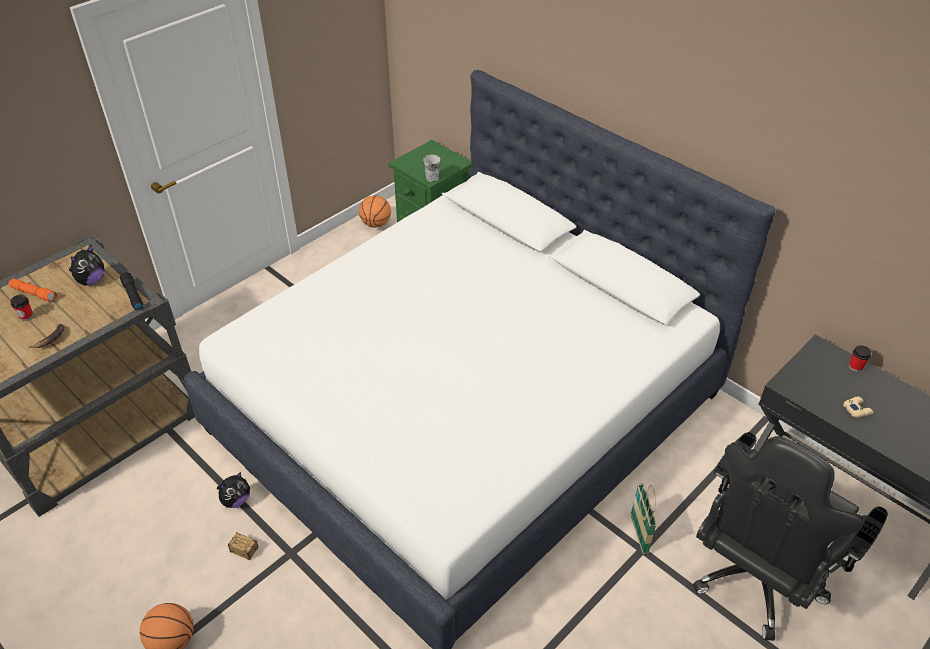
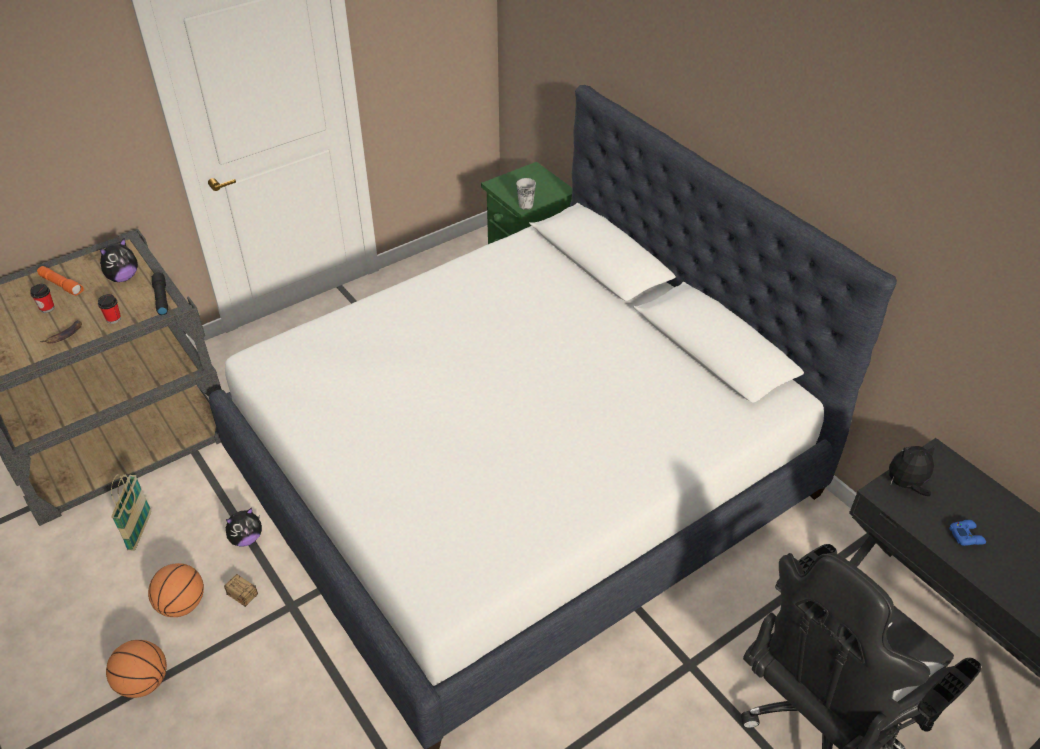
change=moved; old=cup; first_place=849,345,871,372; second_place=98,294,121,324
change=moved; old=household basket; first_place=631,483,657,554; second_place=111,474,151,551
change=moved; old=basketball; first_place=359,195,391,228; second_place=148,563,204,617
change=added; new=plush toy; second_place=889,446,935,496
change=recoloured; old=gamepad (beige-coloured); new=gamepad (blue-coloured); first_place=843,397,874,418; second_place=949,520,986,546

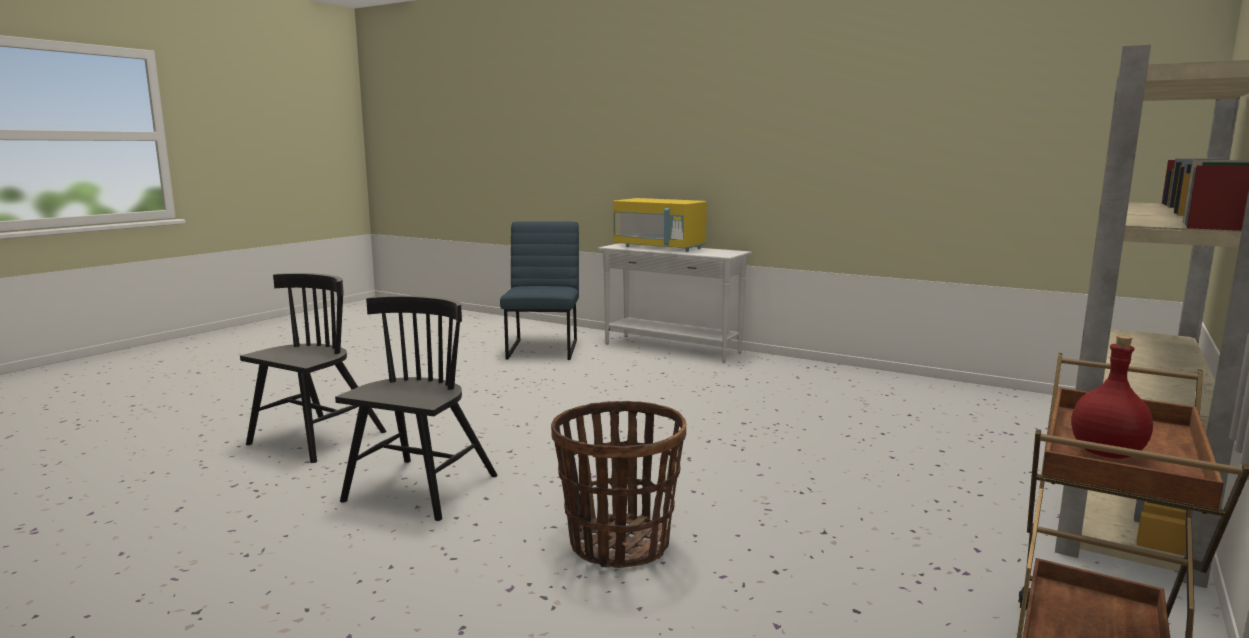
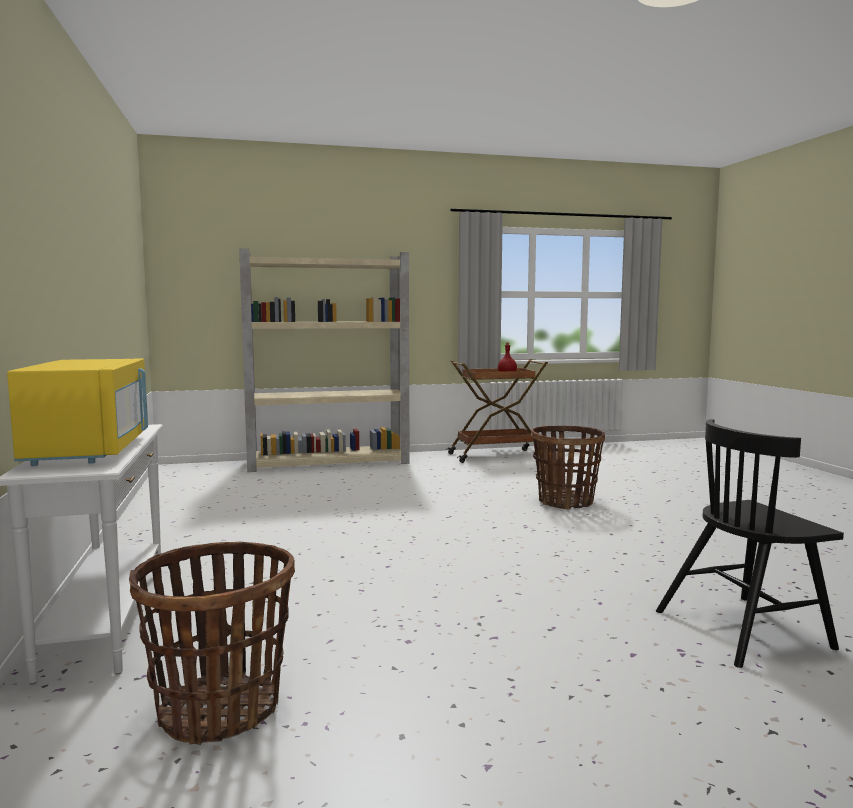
change=replaced; old=plain chair (blue-coloured); new=household basket; first_place=500,221,579,360; second_place=129,542,295,745
change=removed; old=plain chair (black-coloured); first_place=335,295,498,521

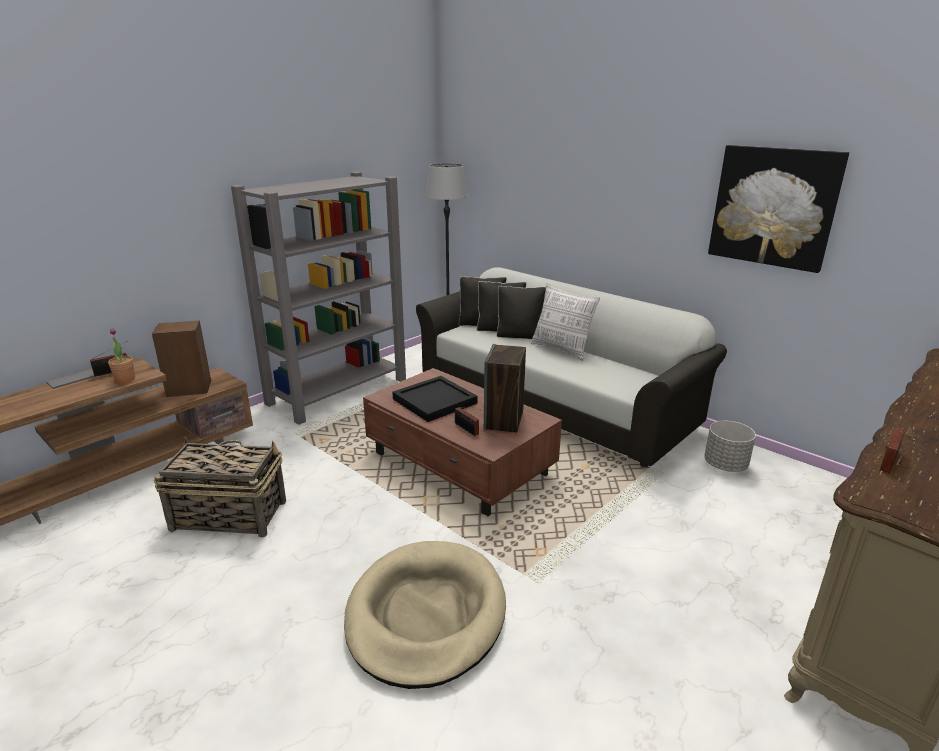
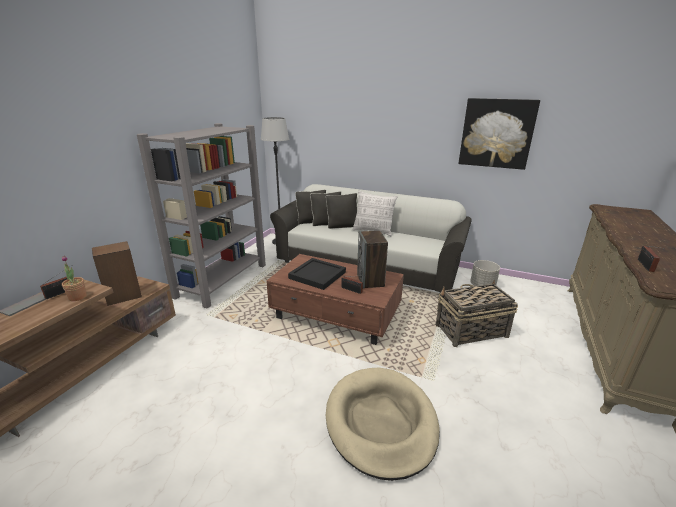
change=moved; old=household basket; first_place=154,437,286,538; second_place=436,280,518,347

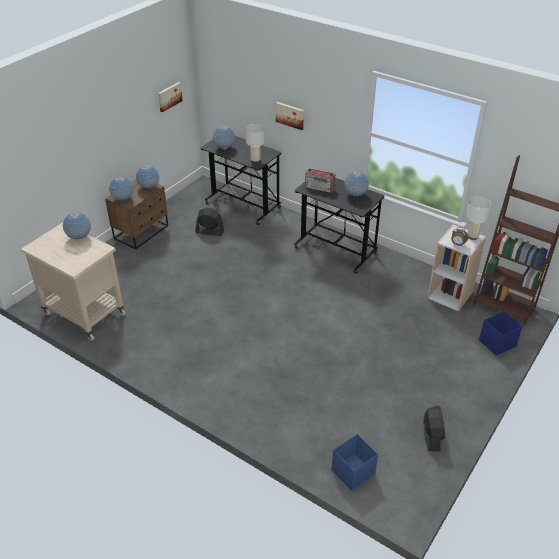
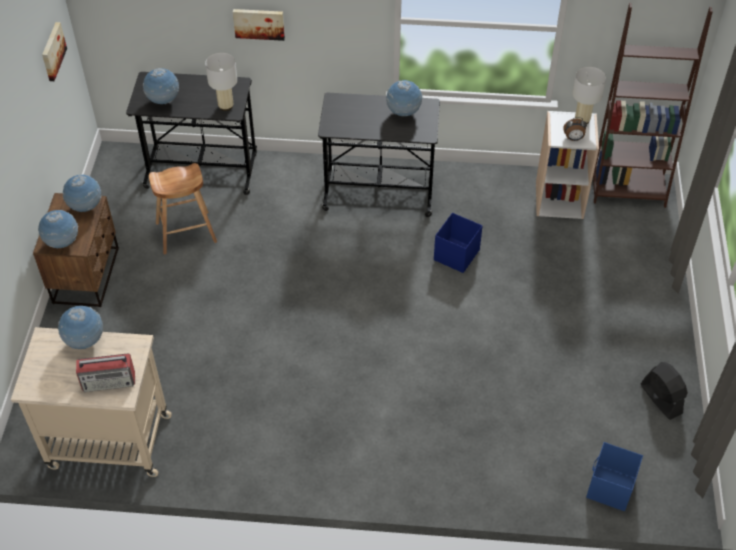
change=moved; old=radio receiver; first_place=305,168,335,193; second_place=76,353,135,392
change=replaced; old=cooling fan (black-coloured); new=sitting stool (brown-coloured); first_place=195,208,224,236; second_place=149,163,217,254
change=moved; old=storage box (blue-coloured); first_place=479,311,523,356; second_place=434,213,482,273

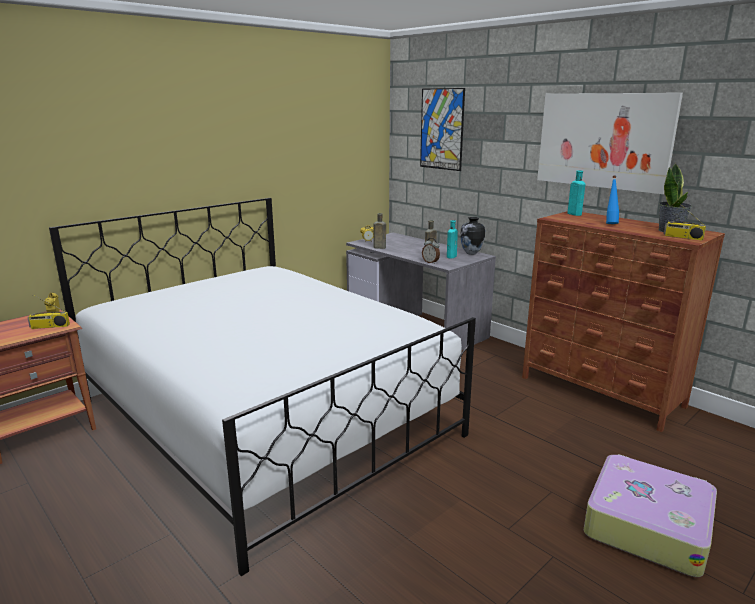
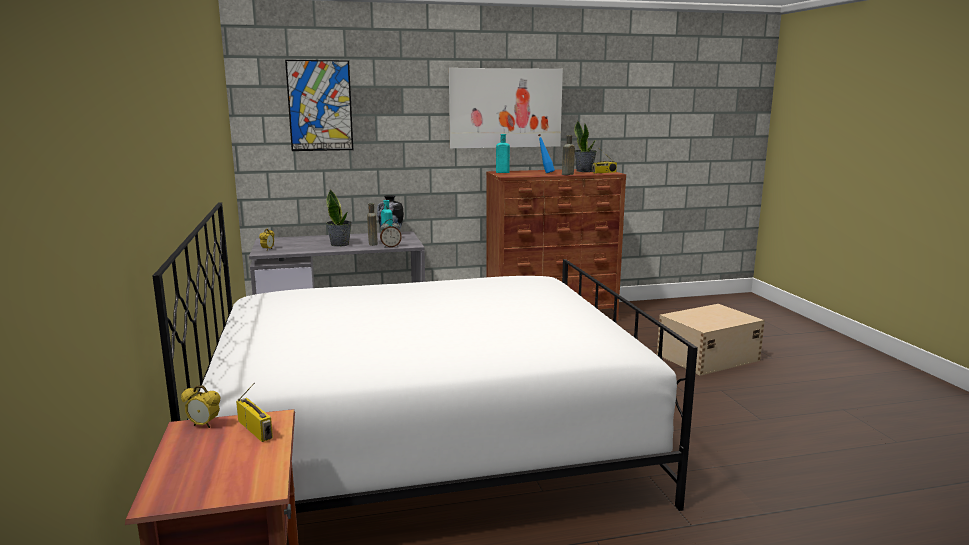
change=turned; old=radio receiver; first_place=28,295,70,329; second_place=236,382,273,442; degrees=-60
change=added; new=plant in a pot; second_place=326,190,352,247
change=moved; old=drink bottle (brown-coloured); first_place=373,213,386,249; second_place=562,135,575,175
change=replaced; old=piece of luggage; new=storage box (beige-coloured); first_place=584,454,717,577; second_place=657,304,765,376

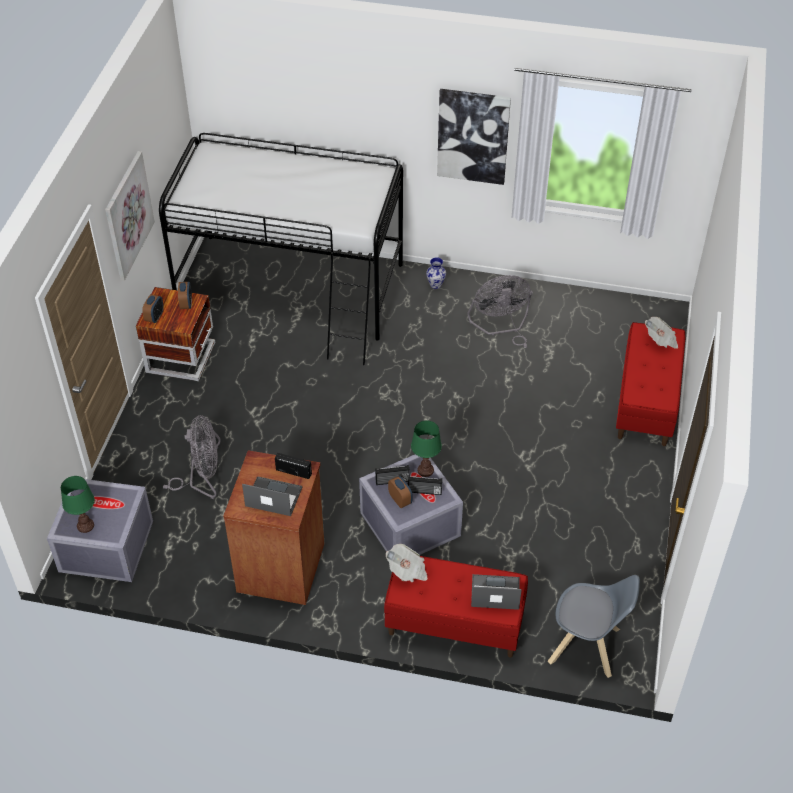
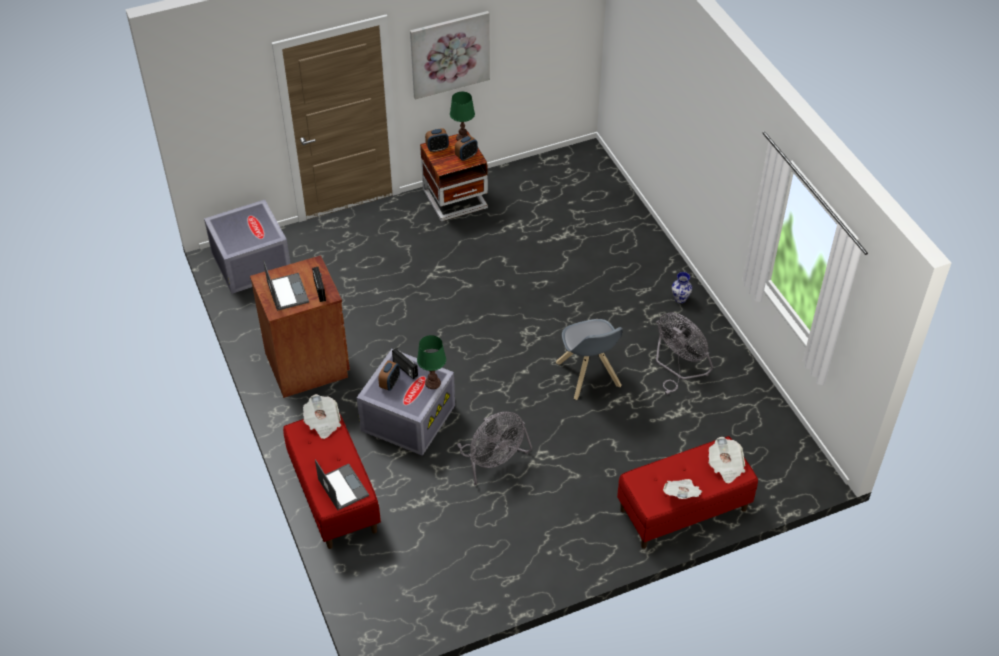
change=moved; old=tabletop lamp (green-coloured); first_place=61,476,95,533; second_place=450,92,475,141
change=moved; old=cooling fan (gray); first_place=163,415,221,499; second_place=457,412,532,486
change=moved; old=plain chair (gray); first_place=548,575,640,678; second_place=556,319,623,400
change=added; new=daily paper; second_place=663,479,702,499
change=removed; old=bed (black-coloured); first_place=159,133,403,365
change=removed; old=radio receiver; first_place=408,476,442,495
change=removed; old=wall art; first_place=437,89,511,185

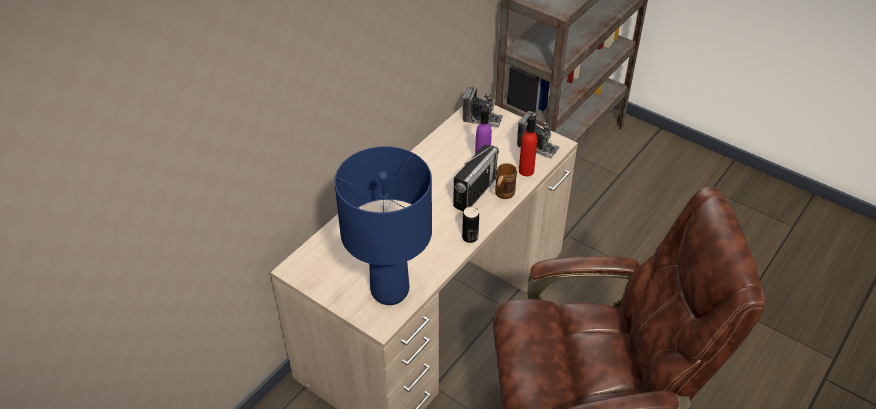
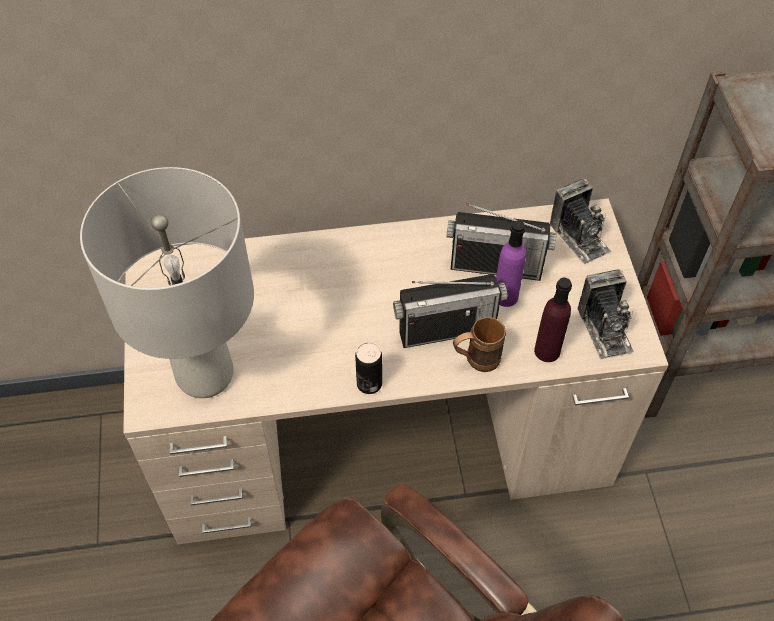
change=recoloured; old=tabletop lamp (blue-coloured); new=tabletop lamp (gray); first_place=334,146,432,305; second_place=80,167,254,398
change=added; new=radio receiver; second_place=446,203,557,281
change=recoloured; old=drink bottle (reddish); new=drink bottle (purple); first_place=519,116,537,176; second_place=534,278,572,362

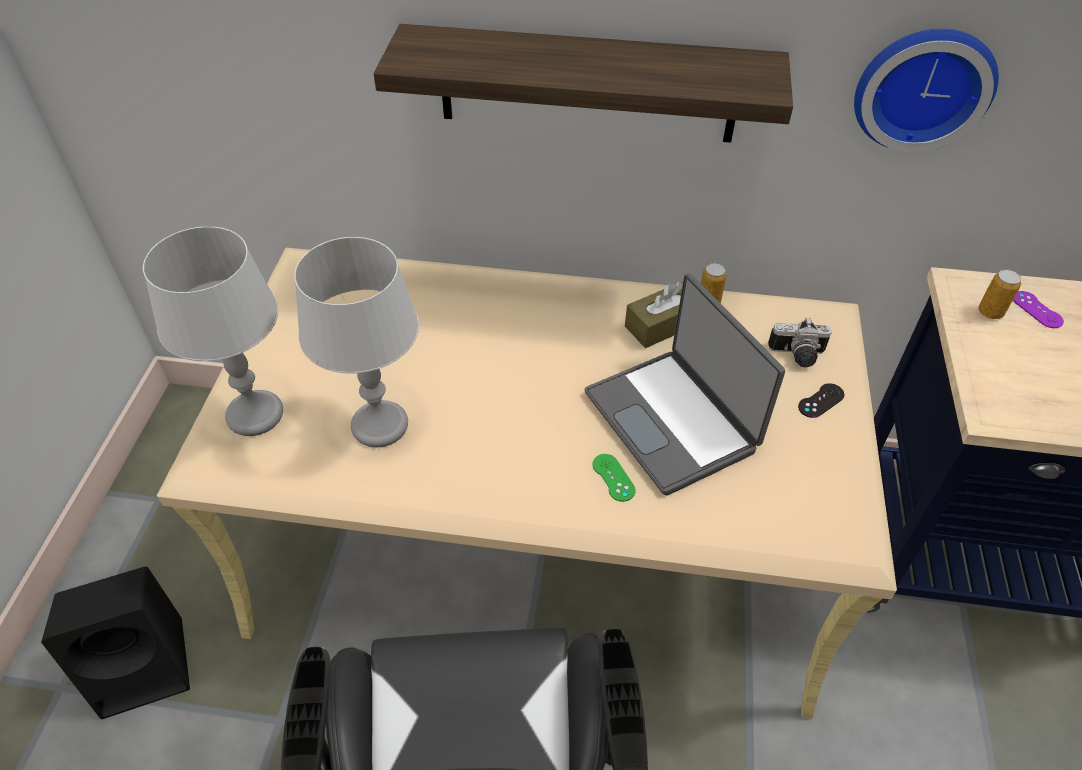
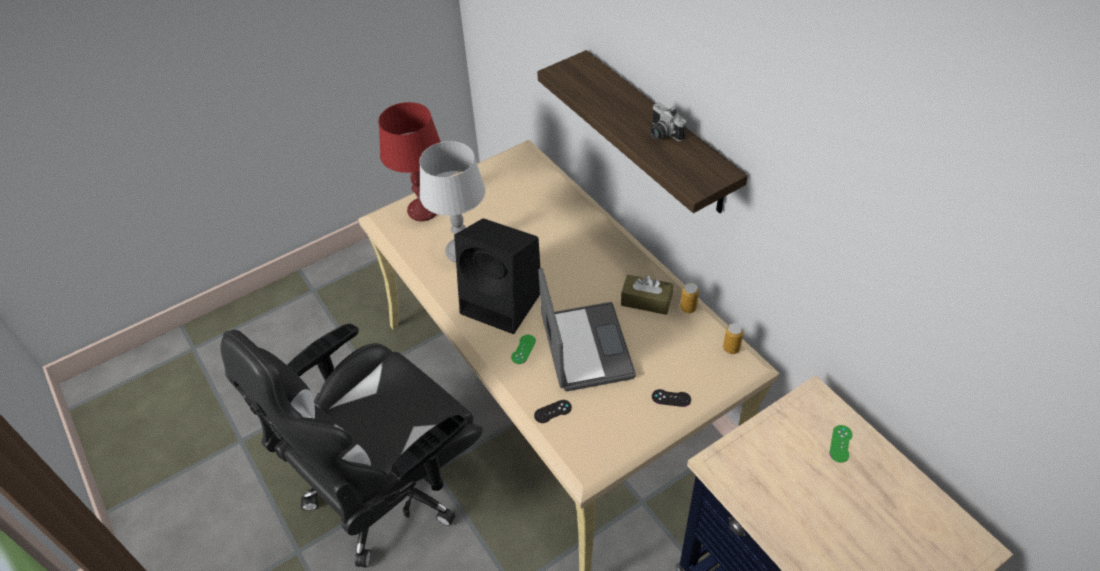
change=recoloured; old=tabletop lamp (gray); new=tabletop lamp (reddish); first_place=143,226,283,436; second_place=378,102,441,221
change=moved; old=speaker (black-coloured); first_place=41,567,190,719; second_place=454,218,540,334
change=added; new=gamepad (black-coloured); second_place=534,400,572,423
change=turned; old=laptop; first_place=585,273,785,496; second_place=538,268,636,391; degrees=150
change=moved; old=still camera; first_place=768,318,832,367; second_place=650,102,686,141
change=moved; old=metal can; first_place=979,269,1021,319; second_place=723,323,744,354
change=recoloured; old=gamepad (purple); new=gamepad (green-coloured); first_place=1013,291,1064,328; second_place=829,425,852,463
change=removed; old=clock on the wall; first_place=854,29,999,152

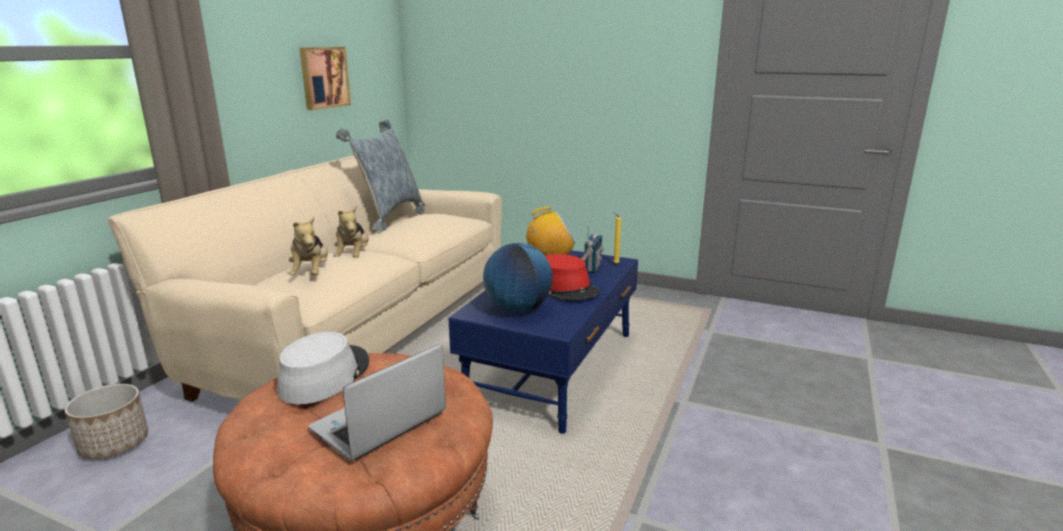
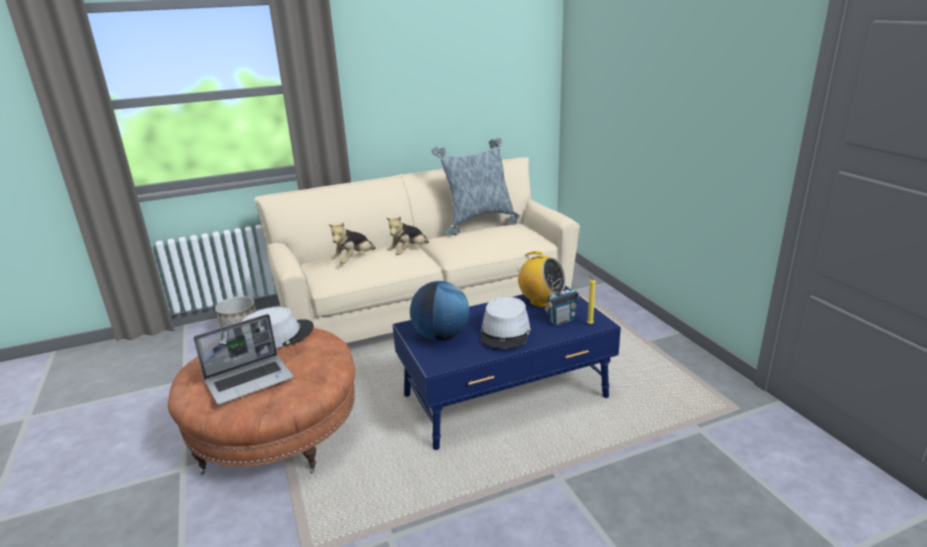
change=turned; old=laptop; first_place=308,344,446,461; second_place=194,314,294,405; degrees=150
change=recoloured; old=hat (reddish); new=hat (gray); first_place=545,254,600,300; second_place=481,297,531,349
change=removed; old=wall art; first_place=299,47,351,110

